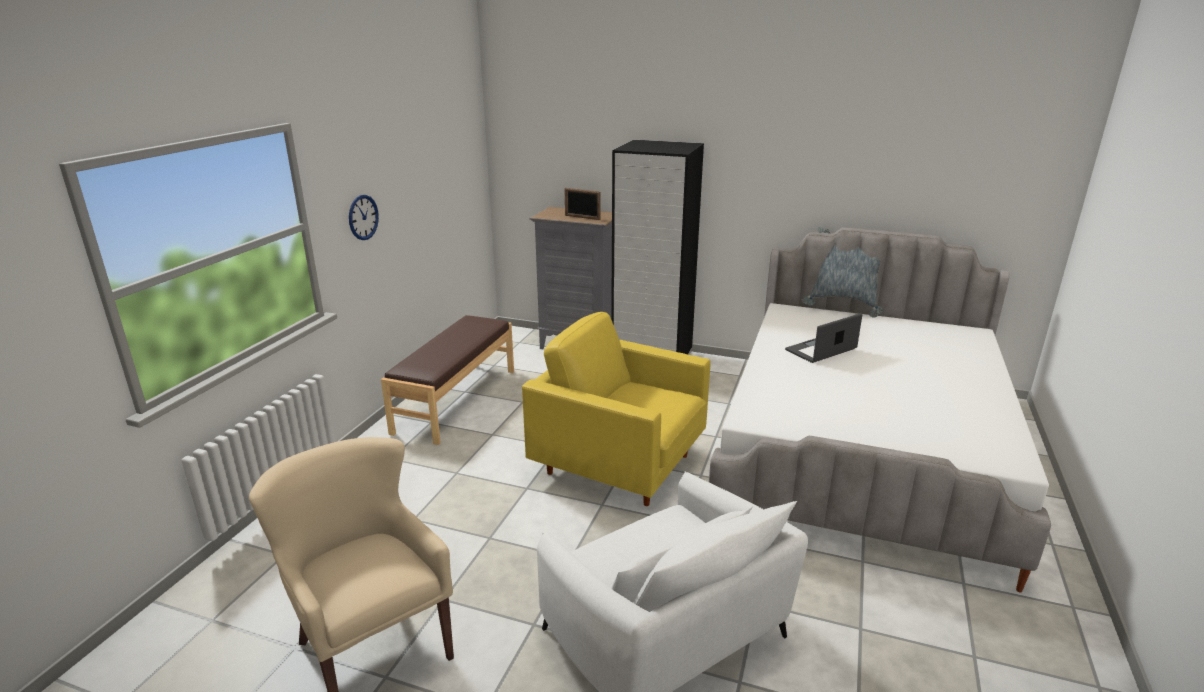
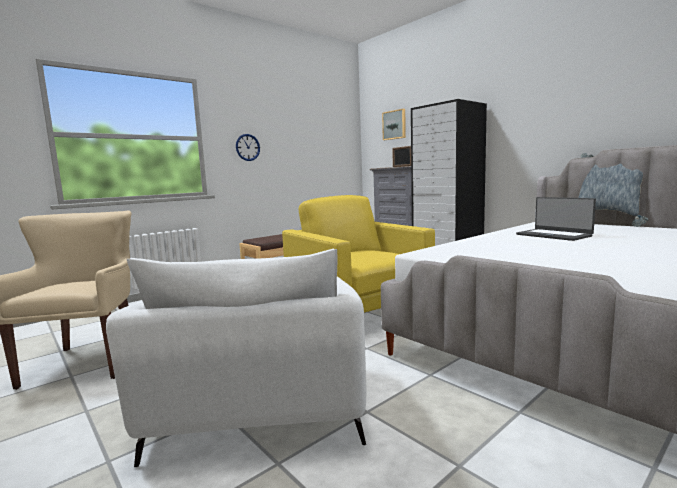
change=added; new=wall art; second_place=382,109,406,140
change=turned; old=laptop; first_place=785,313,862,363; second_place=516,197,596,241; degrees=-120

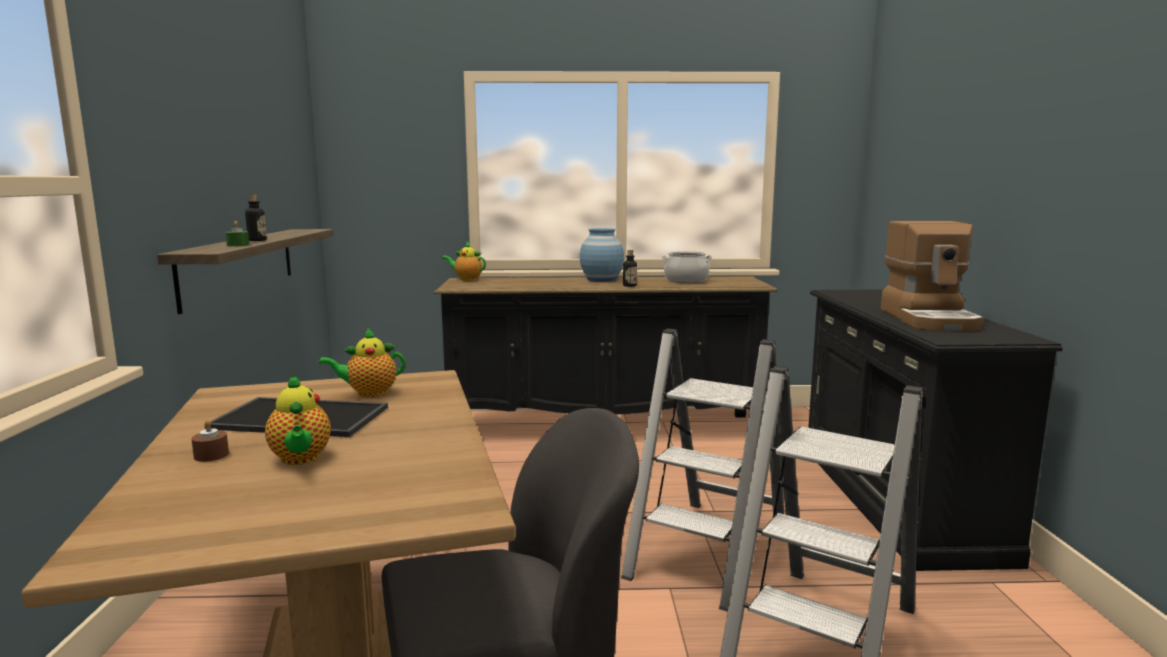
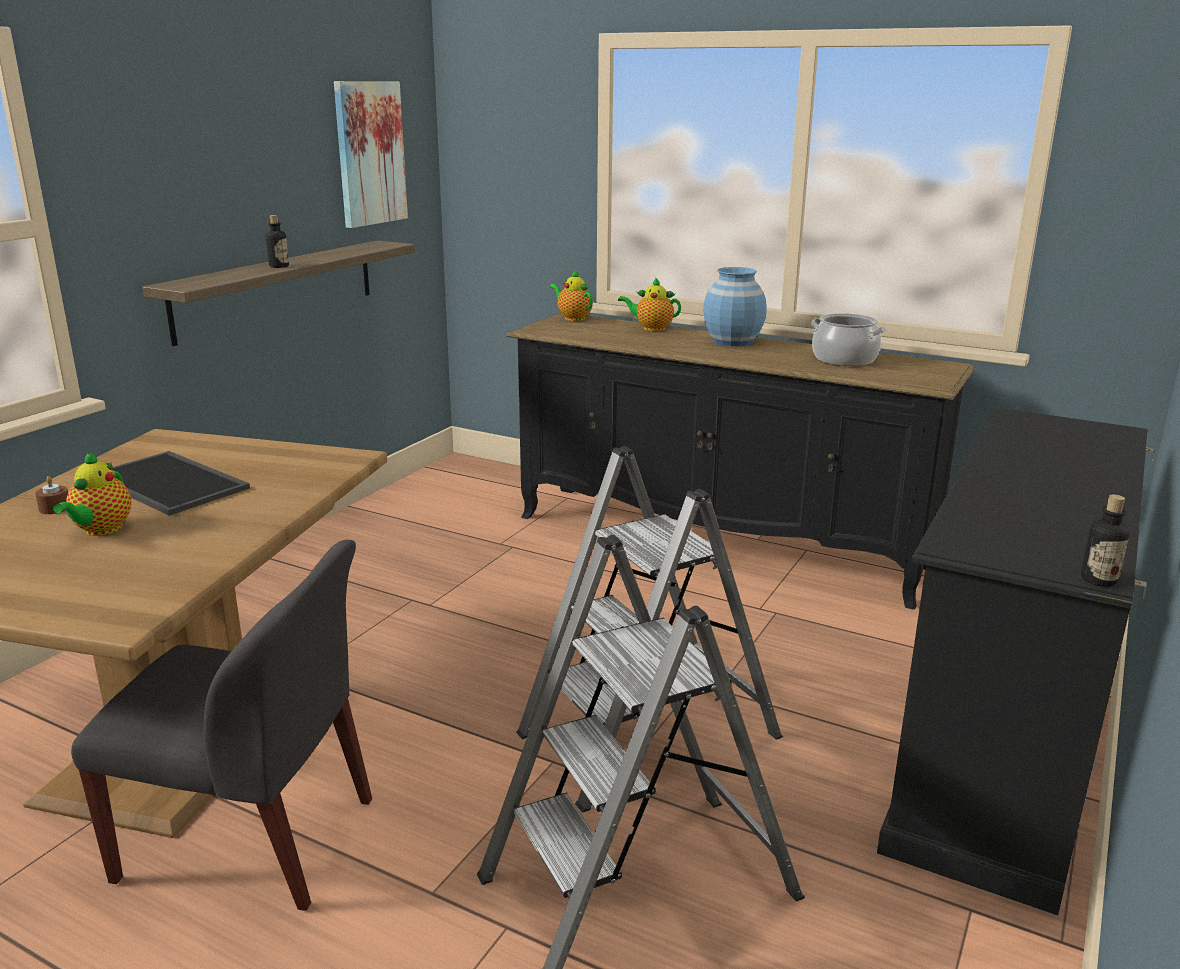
change=added; new=wall art; second_place=334,81,408,228
change=moved; old=tea pot; first_place=318,327,405,397; second_place=618,277,681,331
change=moved; old=drink bottle; first_place=623,250,637,287; second_place=1081,494,1130,587
change=removed; old=wax candle (green-coloured); first_place=225,221,249,246
change=removed; old=coffee machine; first_place=881,221,983,331

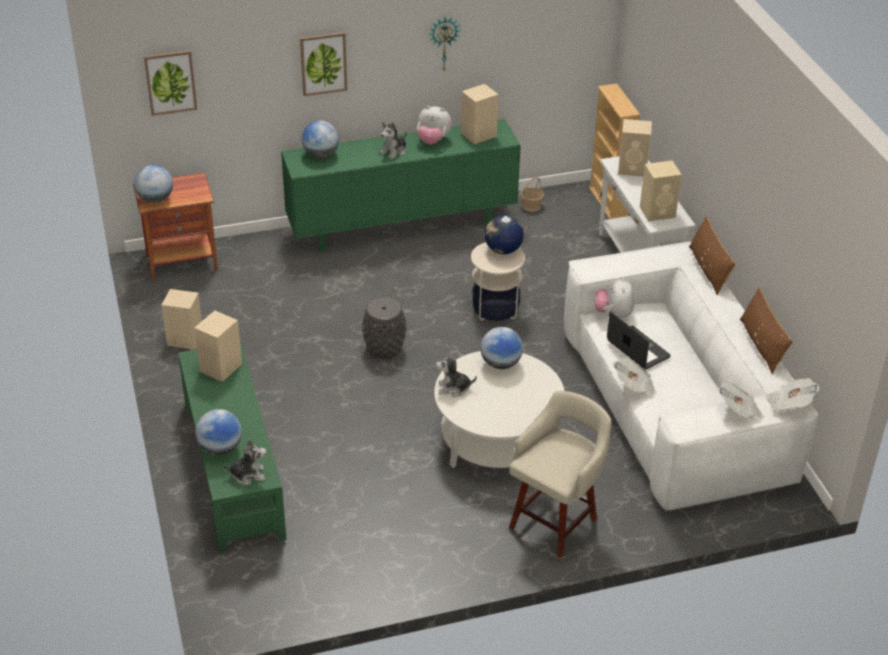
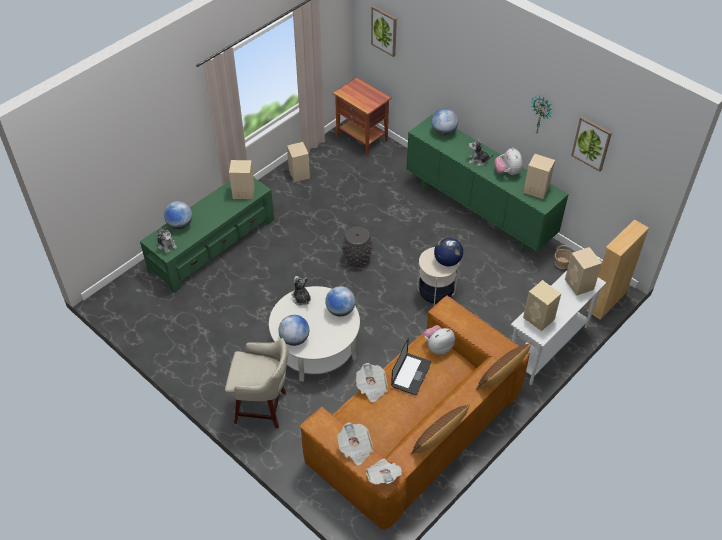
change=moved; old=globe; first_place=134,165,173,203; second_place=278,315,309,346
change=recoloured; old=couch (whitish); new=couch (brown-coloured); first_place=564,241,819,511; second_place=300,296,530,530
change=moved; old=wall art; first_place=300,32,347,96; second_place=571,117,612,172

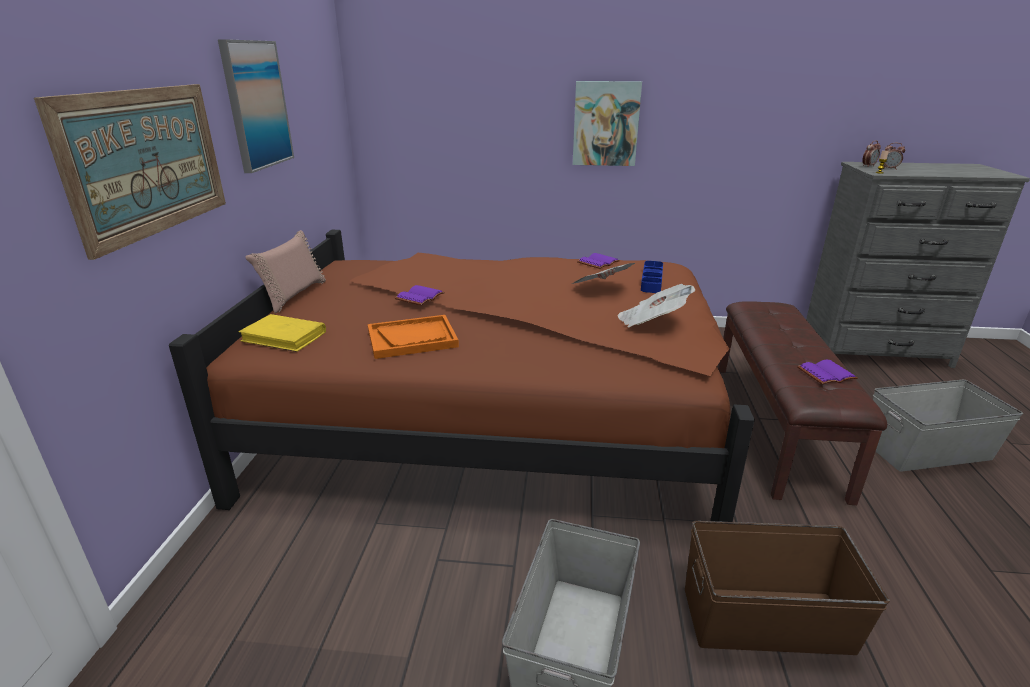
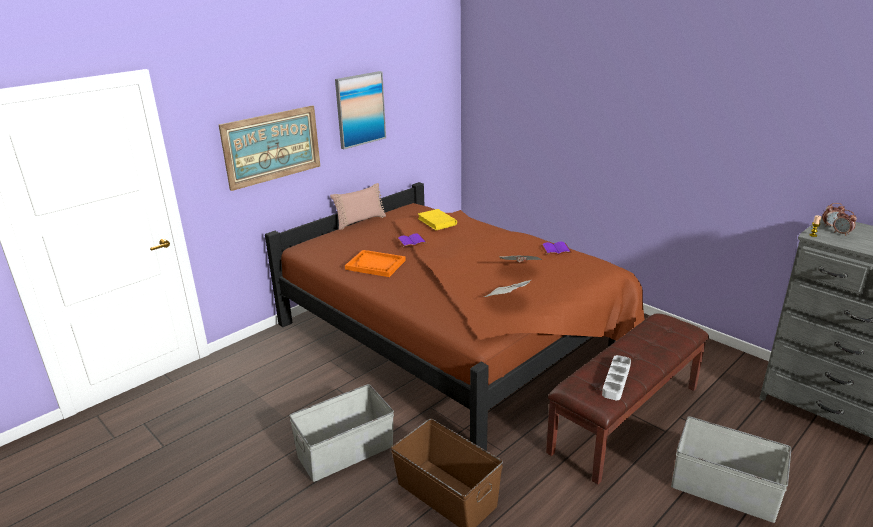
change=moved; old=volume (yellow); first_place=238,314,326,352; second_place=418,209,457,231
change=replaced; old=volume (purple); new=carrying tray (gray); first_place=797,360,858,385; second_place=602,355,631,400
change=removed; old=wall art; first_place=573,81,642,166
change=removed; old=carrying tray (blue-coloured); first_place=641,261,663,293

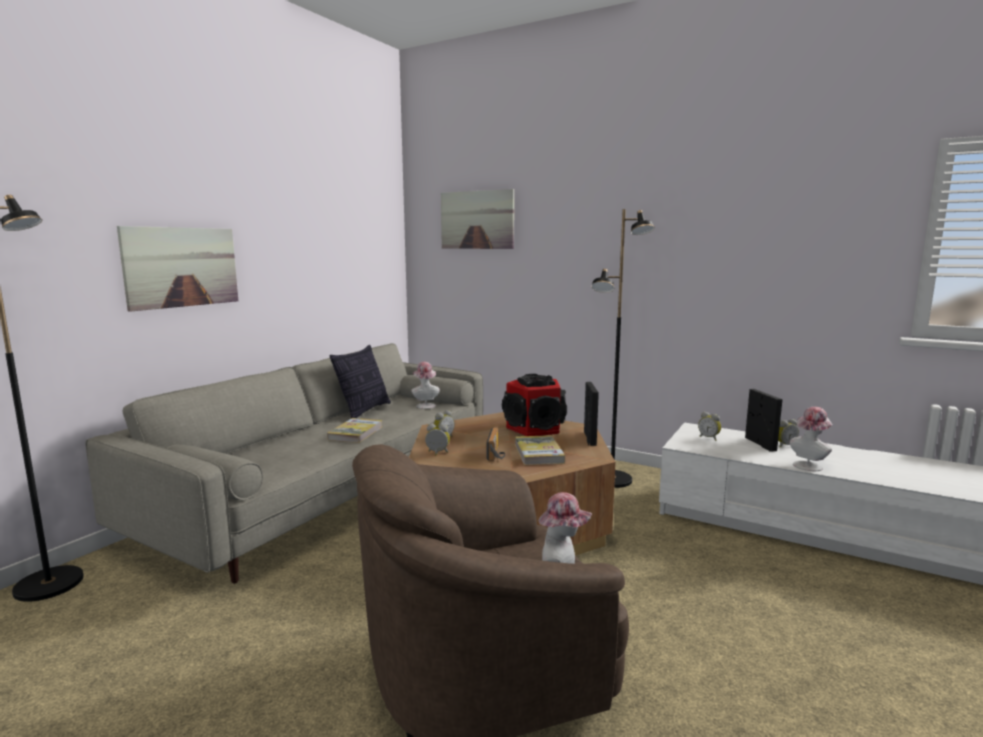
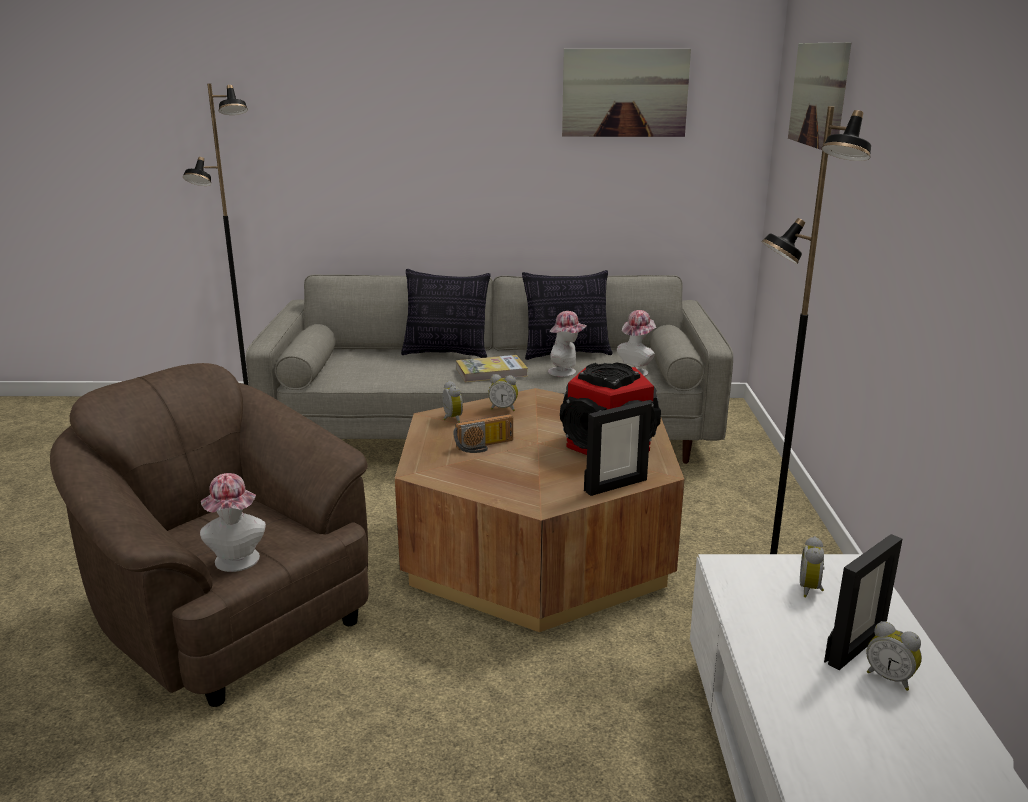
change=added; new=pillow; second_place=401,269,491,358
change=moved; old=hat; first_place=790,407,833,471; second_place=548,311,587,377
change=moved; old=wall art; first_place=117,226,238,312; second_place=562,49,691,137
change=removed; old=volume; first_place=515,435,565,465

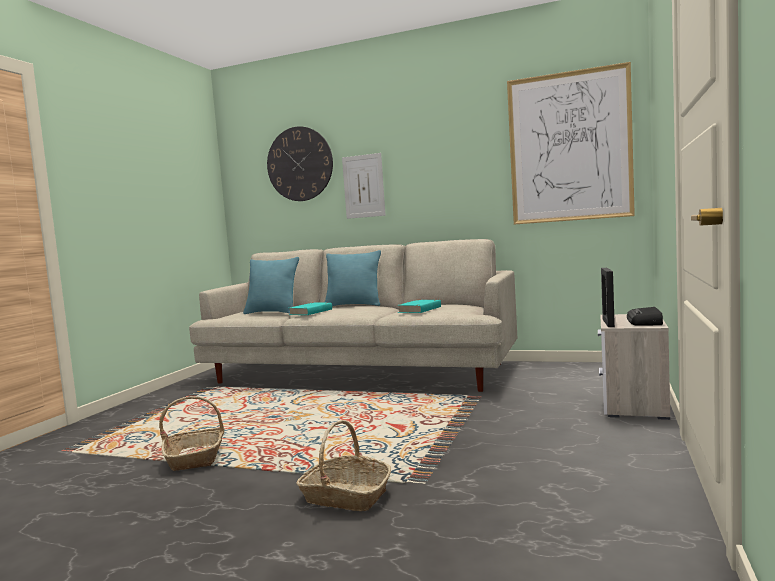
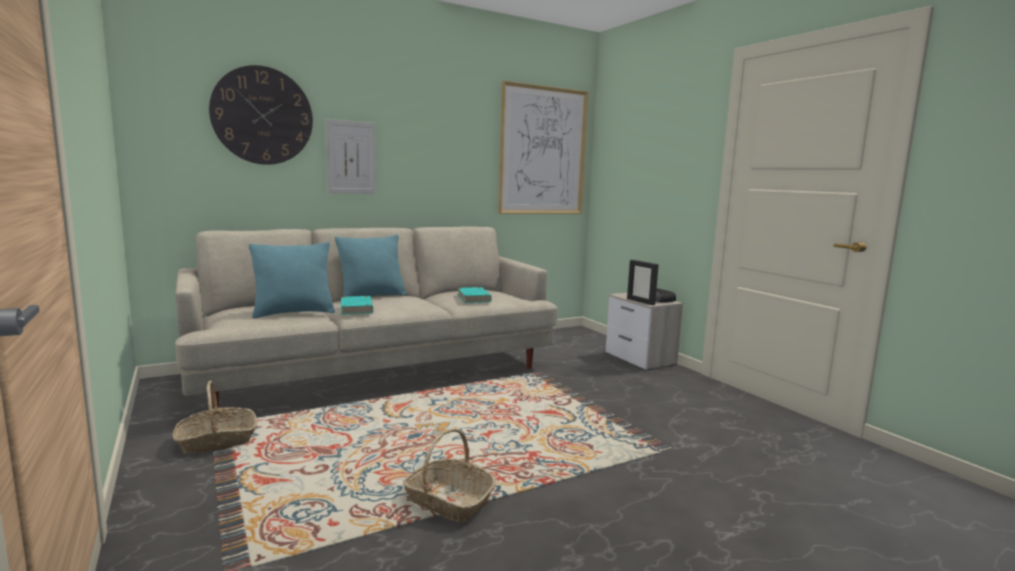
change=moved; old=household basket; first_place=296,420,391,511; second_place=173,380,257,454

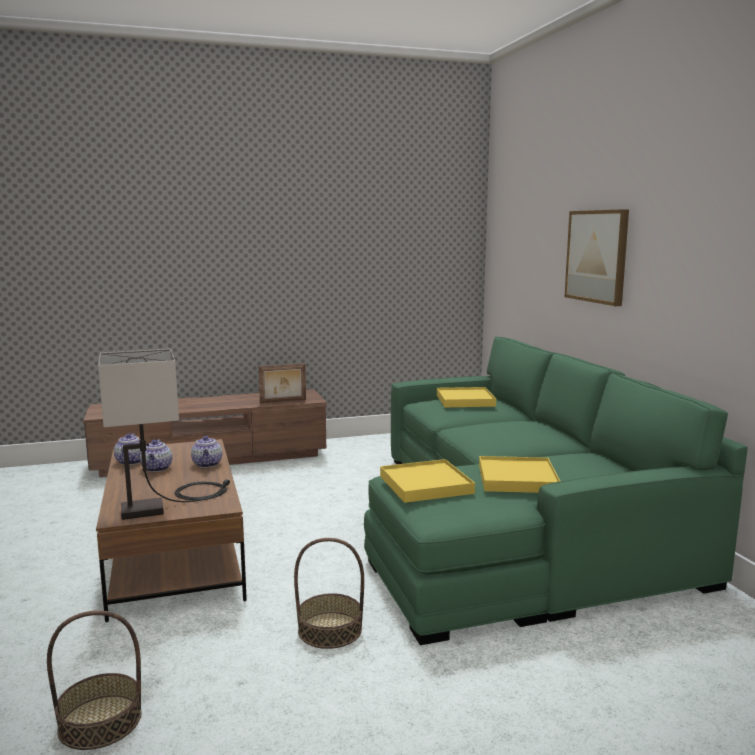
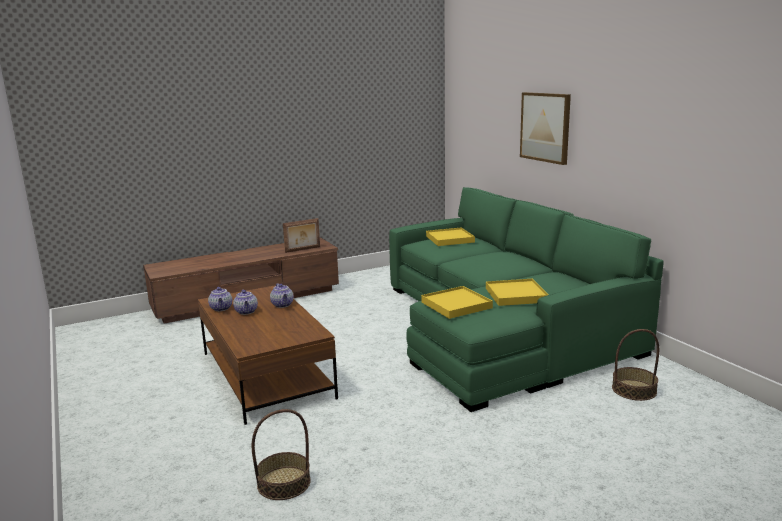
change=moved; old=household basket; first_place=294,538,364,649; second_place=612,329,659,401
change=removed; old=tabletop lamp; first_place=98,349,230,520

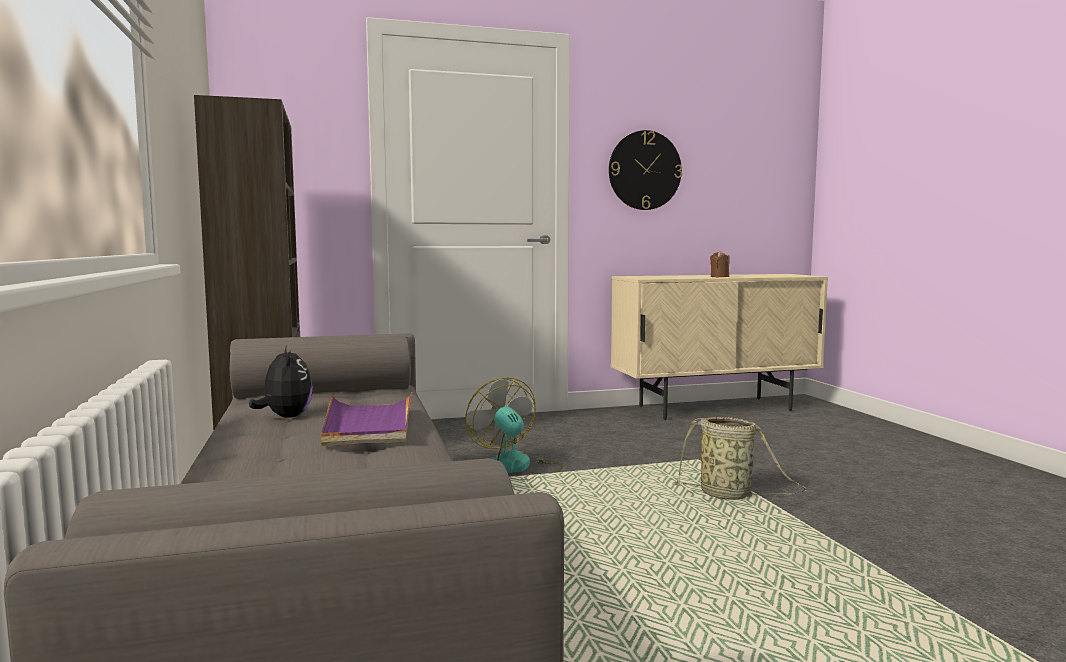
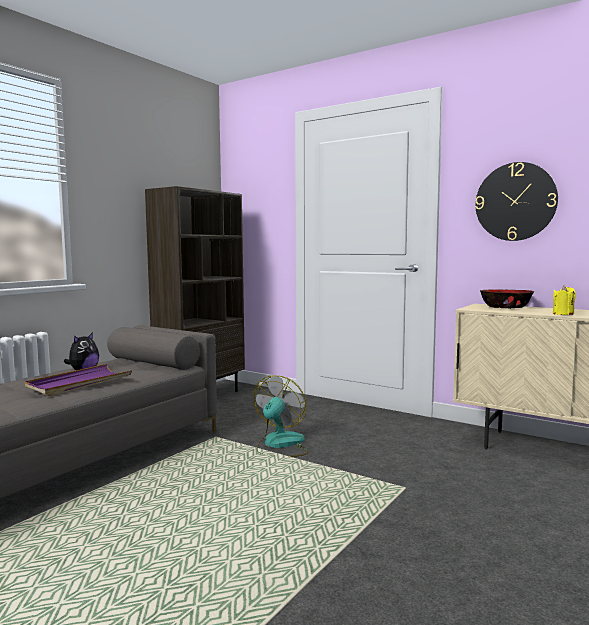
change=added; new=bowl; second_place=480,290,534,309
change=recoloured; old=wax candle (brown-coloured); new=wax candle (yellow); first_place=710,250,730,277; second_place=553,286,576,315
change=removed; old=household basket; first_place=672,417,808,500

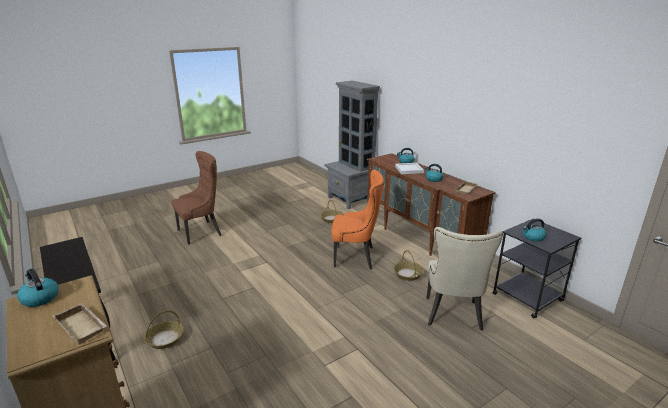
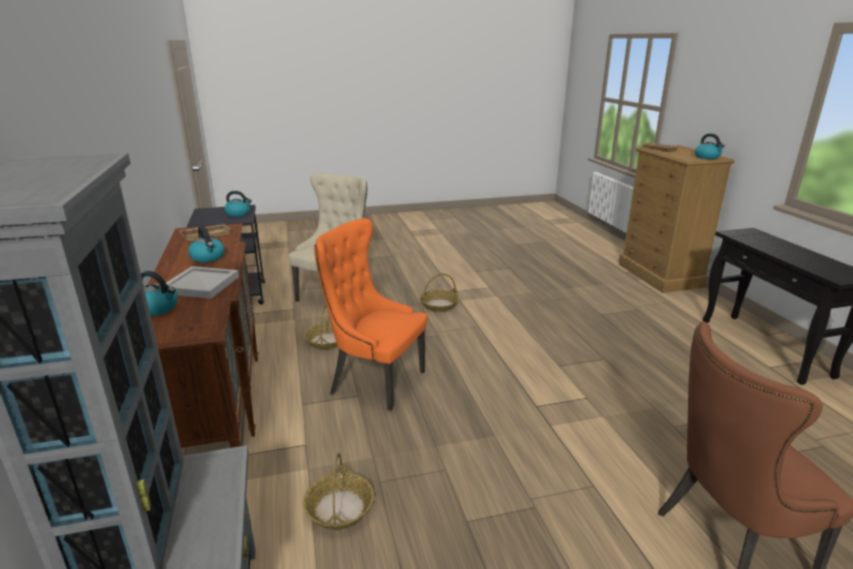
change=moved; old=household basket; first_place=144,310,184,349; second_place=420,273,459,312

